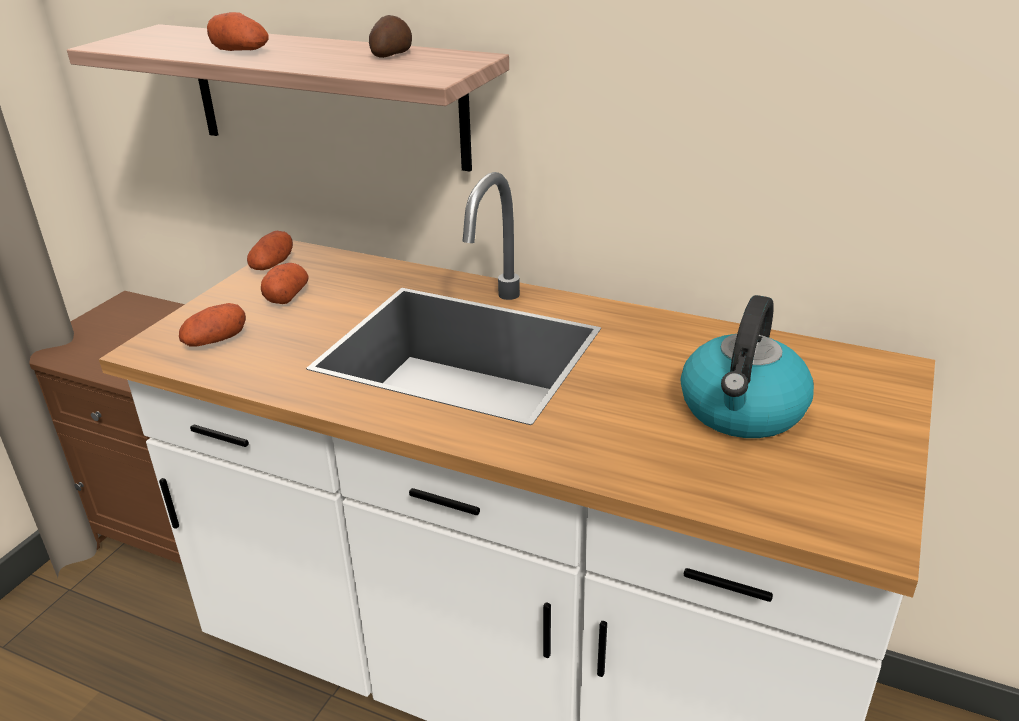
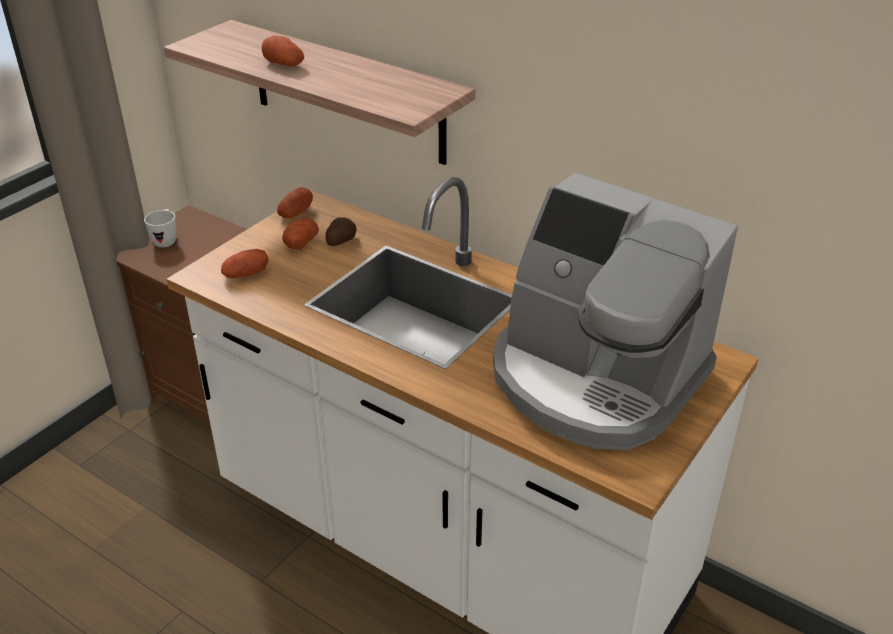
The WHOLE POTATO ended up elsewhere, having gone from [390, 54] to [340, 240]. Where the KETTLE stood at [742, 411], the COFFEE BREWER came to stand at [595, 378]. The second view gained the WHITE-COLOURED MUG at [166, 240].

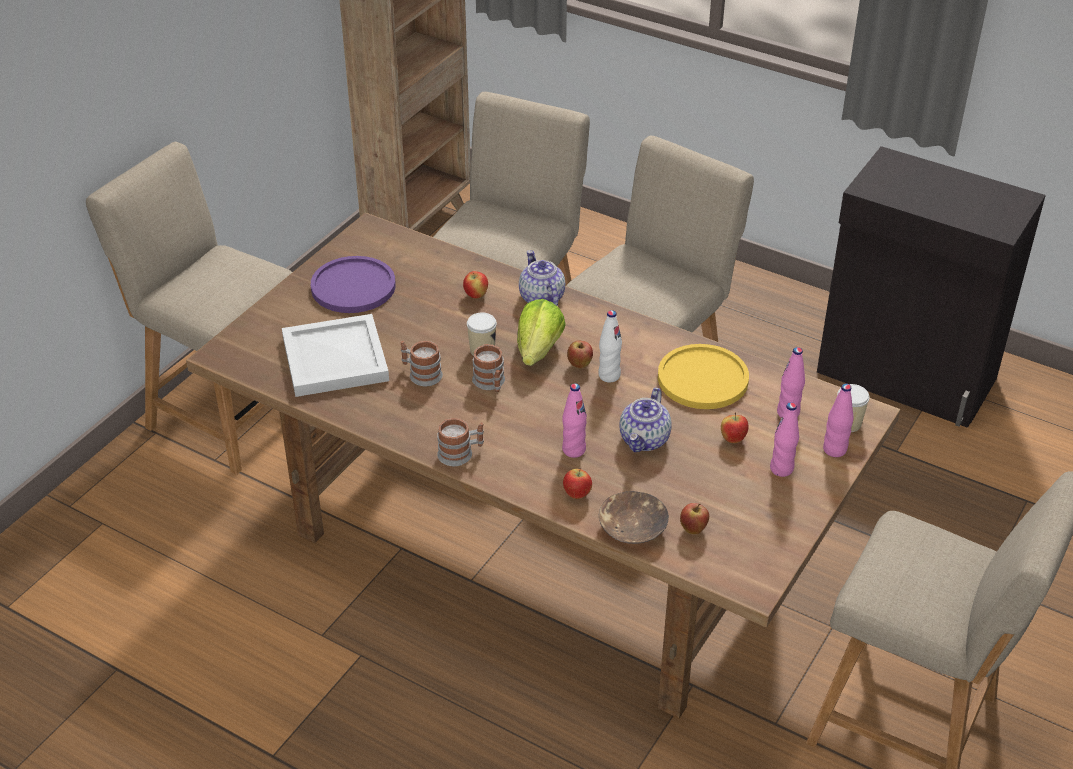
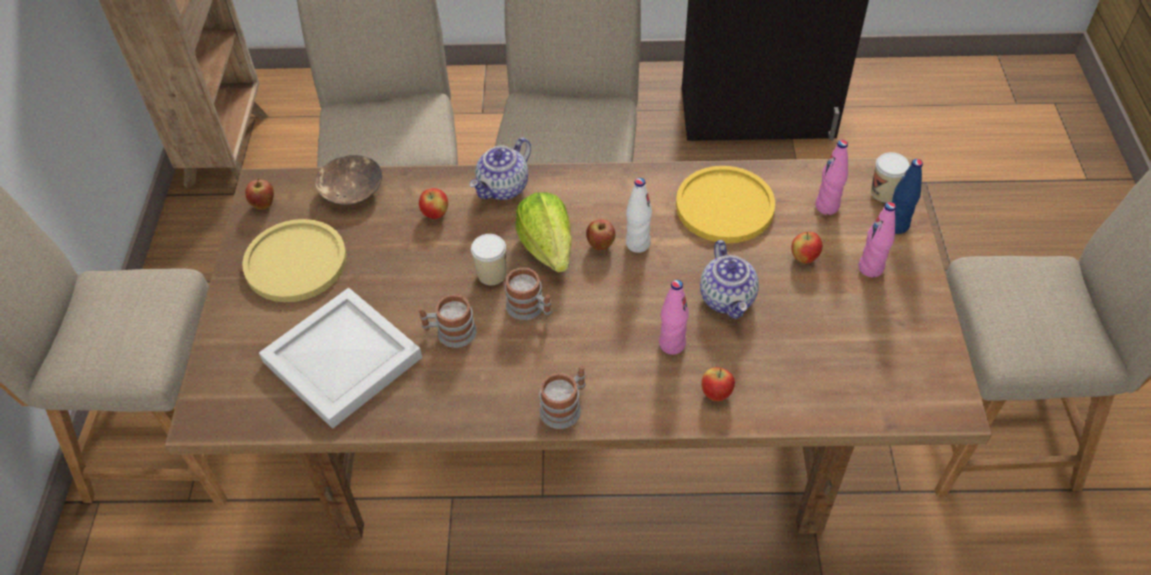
What was the PURPLE DINNER PLATE at [353, 287] turned into the YELLOW-COLOURED DINNER PLATE at [296, 262]. The POT FOR TEA at [541, 298] ended up facing another way, 90 degrees counterclockwise from before. The BROWNISH DEEP DISH ended up elsewhere, having gone from [632, 527] to [351, 189]. The WHOLE APPLE ended up elsewhere, having gone from [693, 529] to [264, 205]. What was the PINK DRINK BOTTLE at [834, 450] turned into the BLUE-COLOURED DRINK BOTTLE at [896, 225].

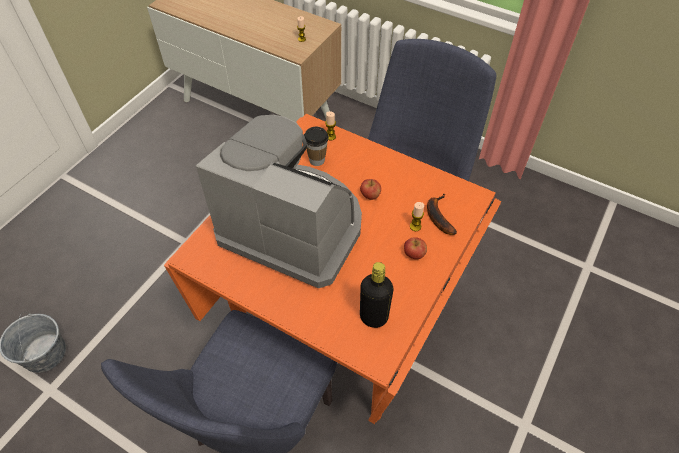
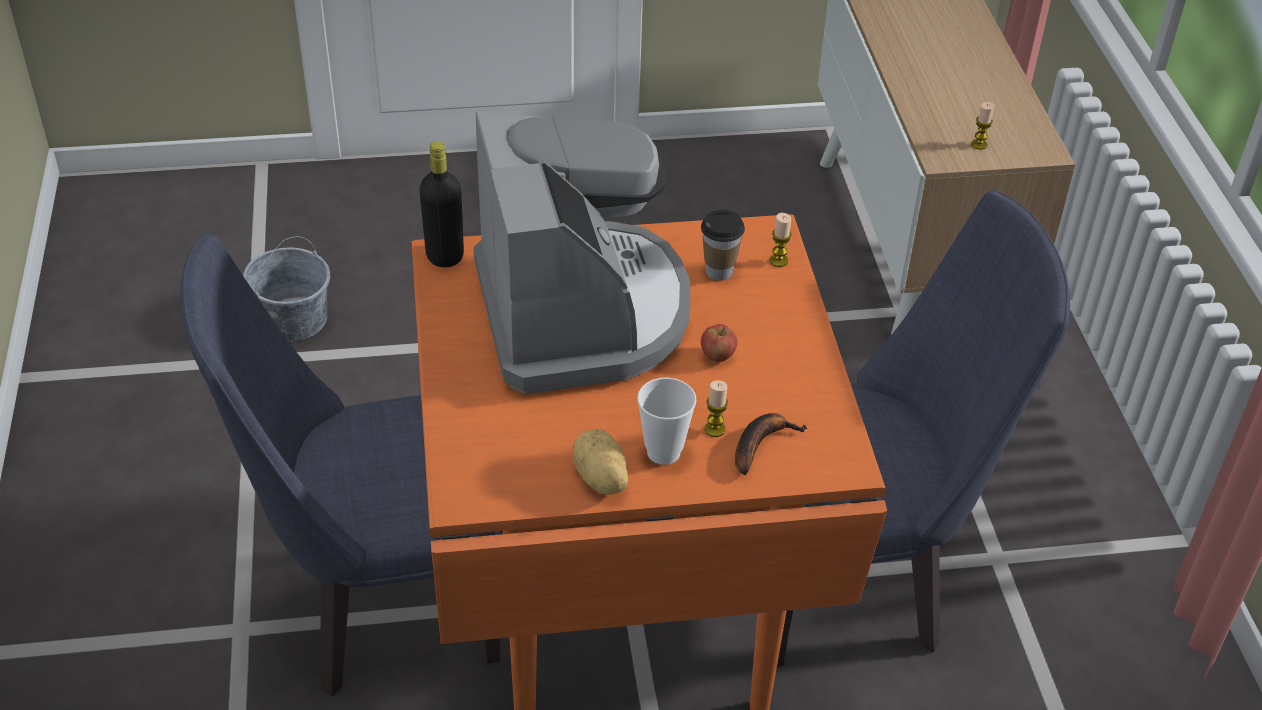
The BLACK-COLOURED DRINK BOTTLE ended up elsewhere, having gone from [373, 317] to [445, 256]. Where the WHOLE APPLE stood at [414, 254], the CUP came to stand at [663, 452]. The second view gained the WHOLE POTATO at [600, 479].

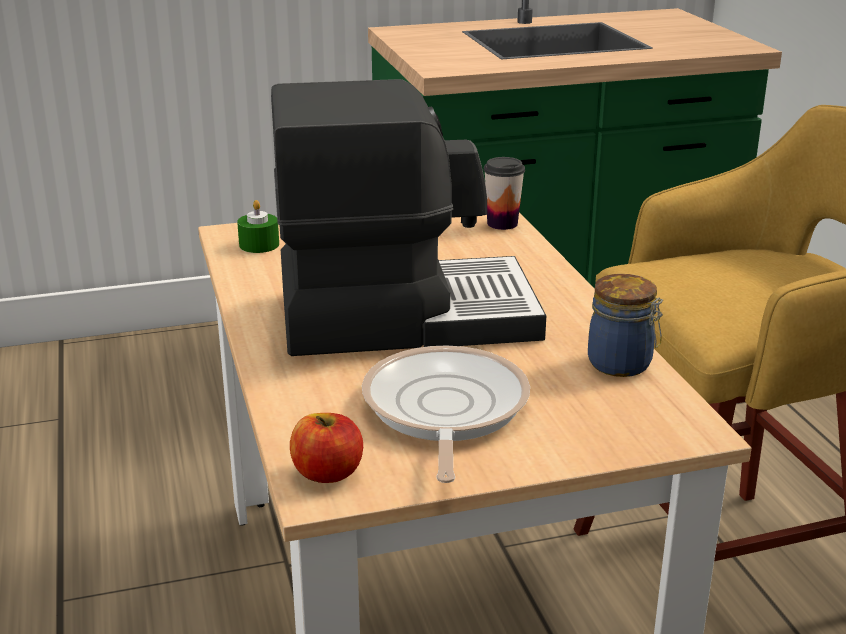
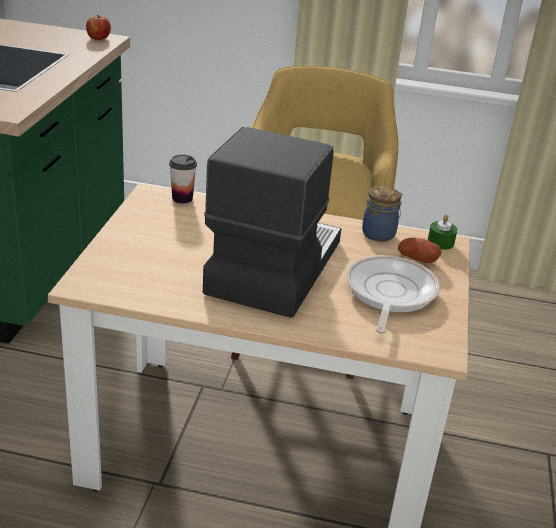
The GREENISH WAX CANDLE ended up elsewhere, having gone from [259, 245] to [440, 242]. The WHOLE APPLE ended up elsewhere, having gone from [327, 473] to [98, 38]. The FRYING PAN at [443, 410] ended up facing another way, 75 degrees clockwise from before. The second view gained the WHOLE POTATO at [417, 259].

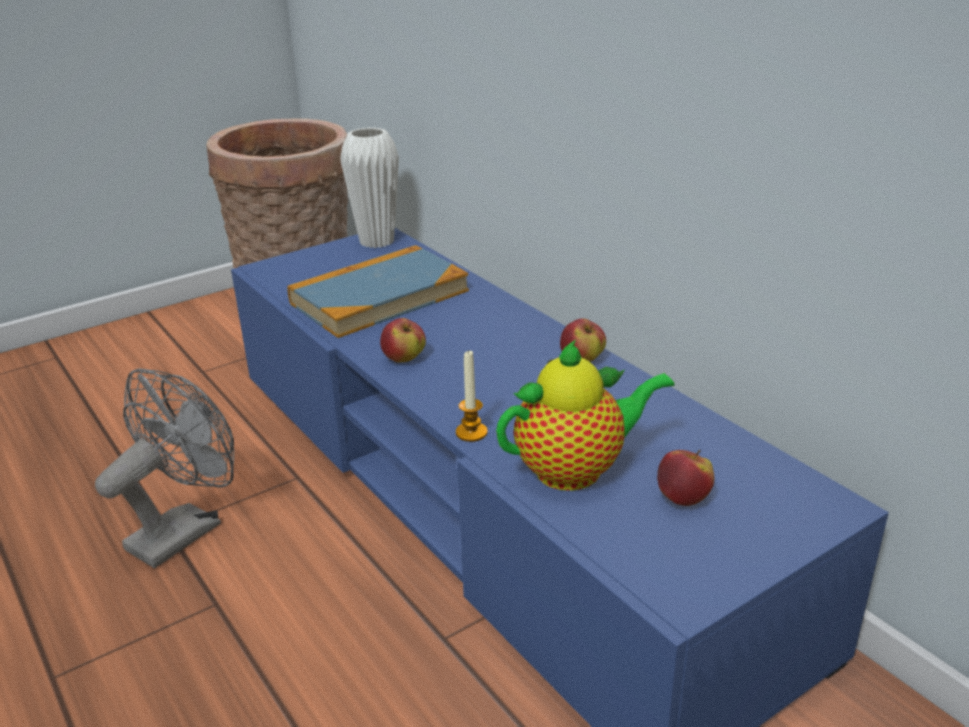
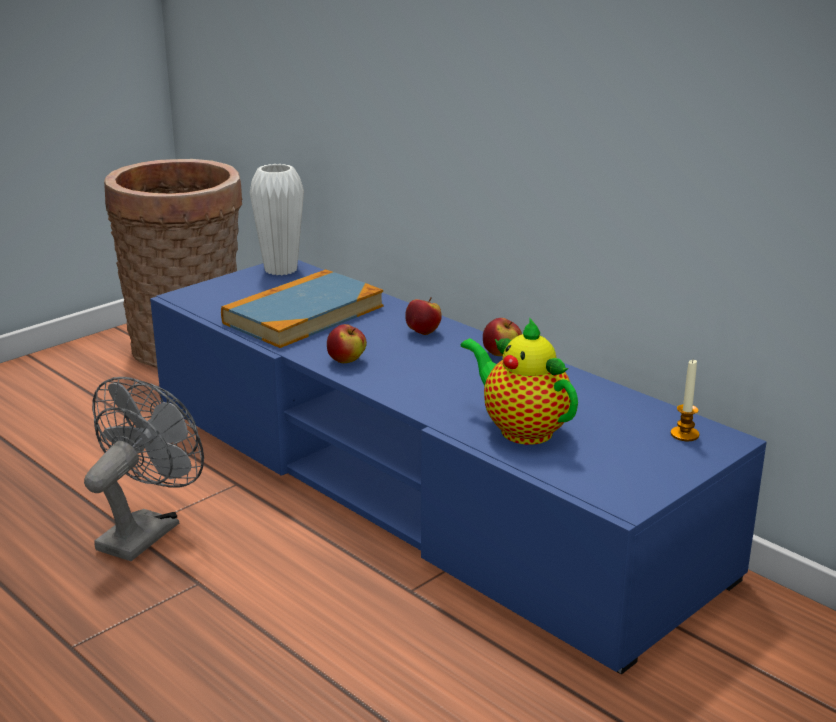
The WAX CANDLE ended up elsewhere, having gone from [471, 432] to [684, 434]. The POT FOR TEA at [576, 470] ended up facing another way, 105 degrees counterclockwise from before. The WHOLE APPLE ended up elsewhere, having gone from [683, 498] to [423, 332].

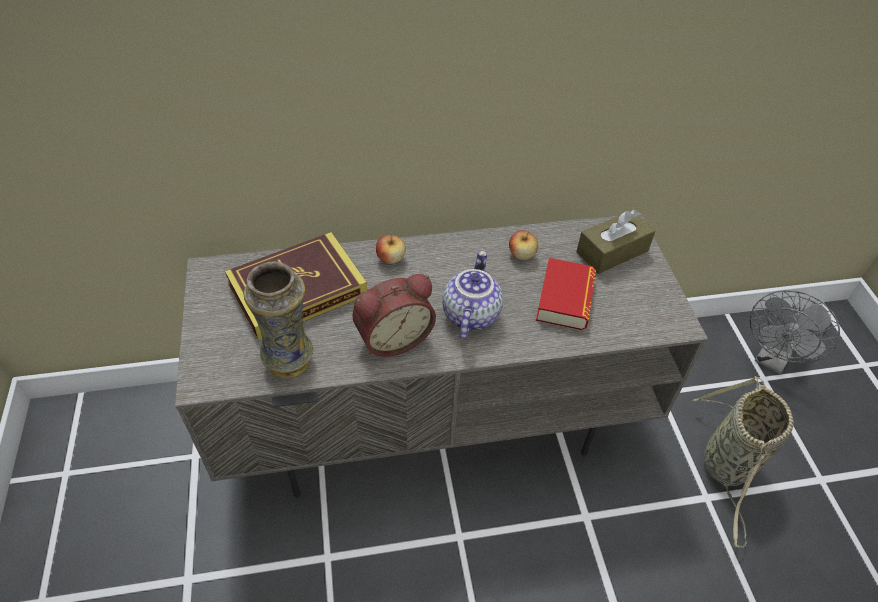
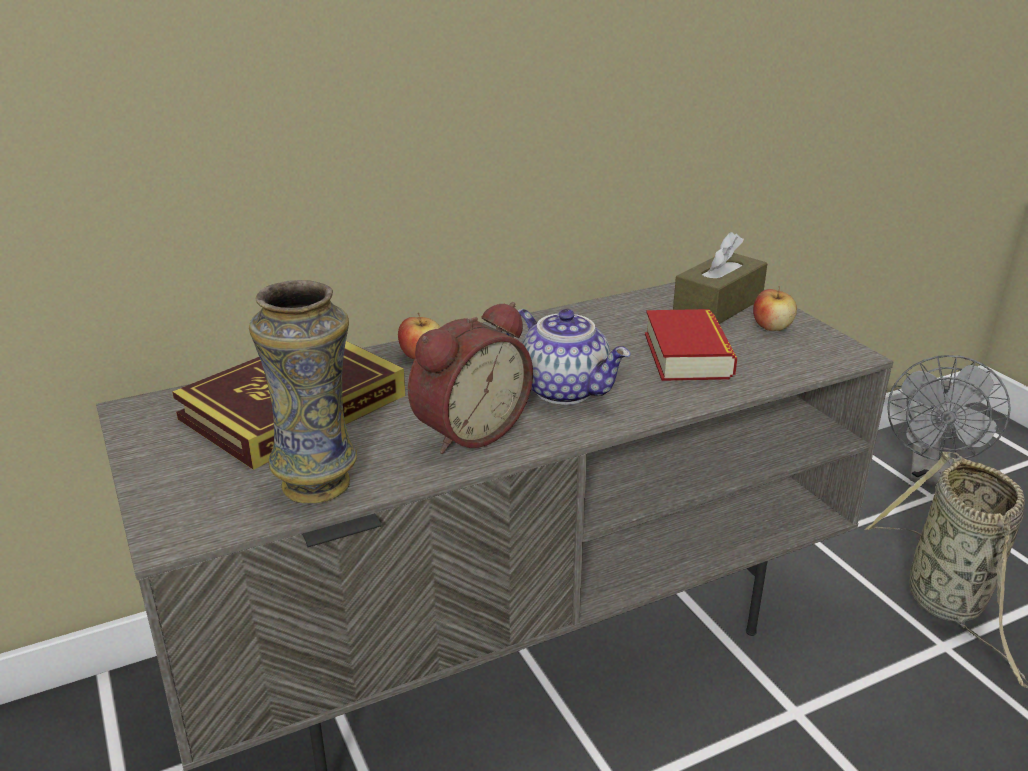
The POT FOR TEA at [469, 314] ended up facing another way, 135 degrees clockwise from before. The WHOLE APPLE ended up elsewhere, having gone from [521, 255] to [772, 327].

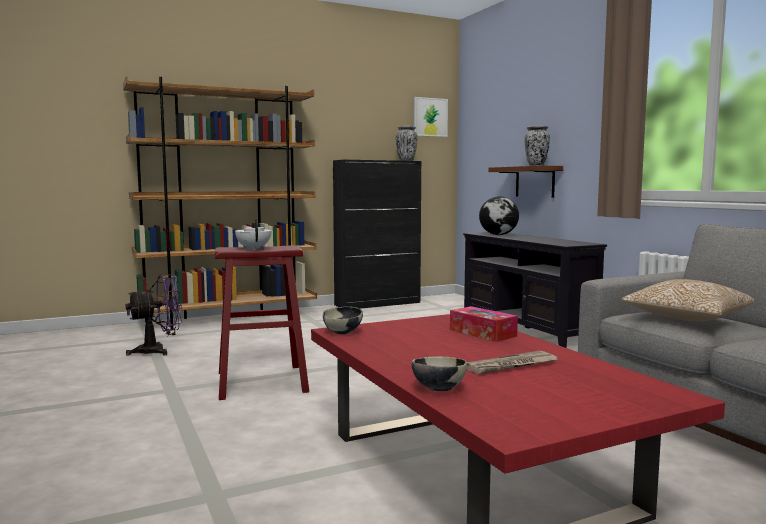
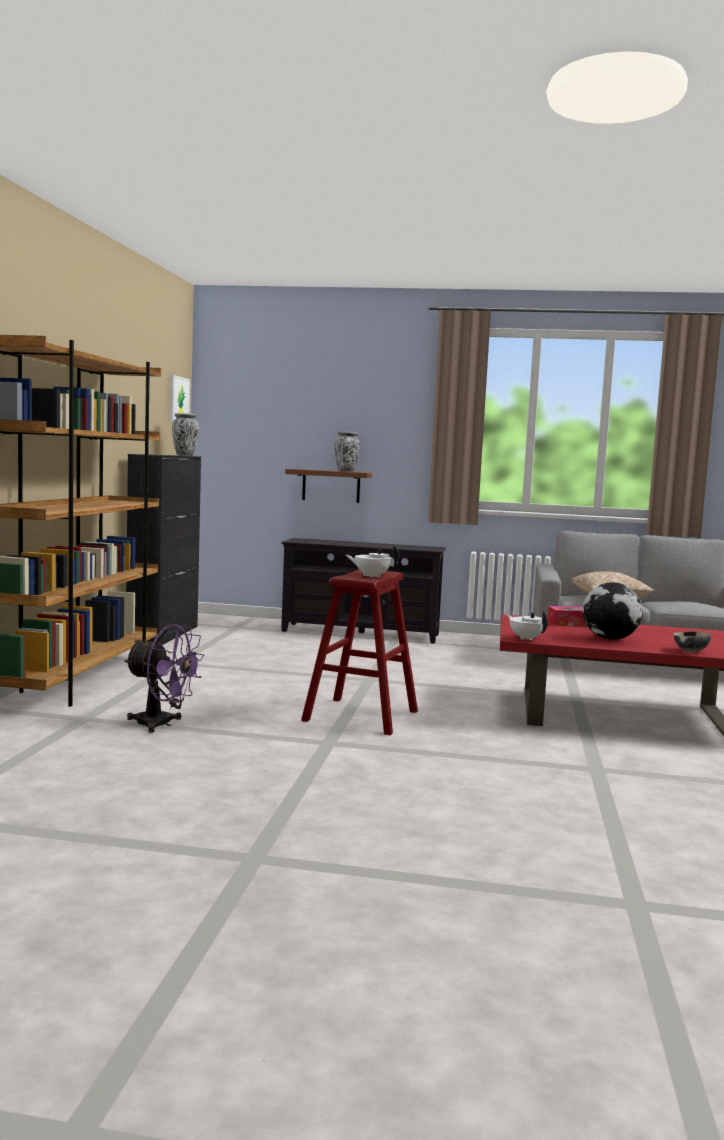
The PURPLE FAN at [158, 351] ended up facing another way, 105 degrees clockwise from before. Where the DEEP DISH stood at [343, 332], the WHITE-COLOURED POT FOR TEA came to stand at [526, 638]. The second view lost the PRINTED PAPER at [511, 365]. The WORLD GLOBE ended up elsewhere, having gone from [499, 235] to [610, 639].

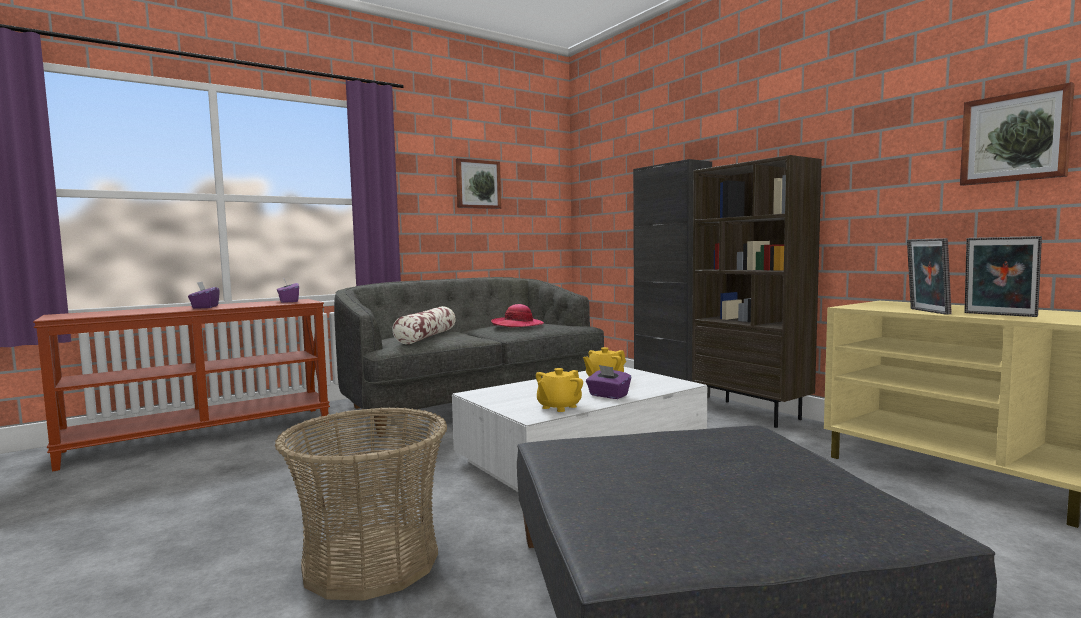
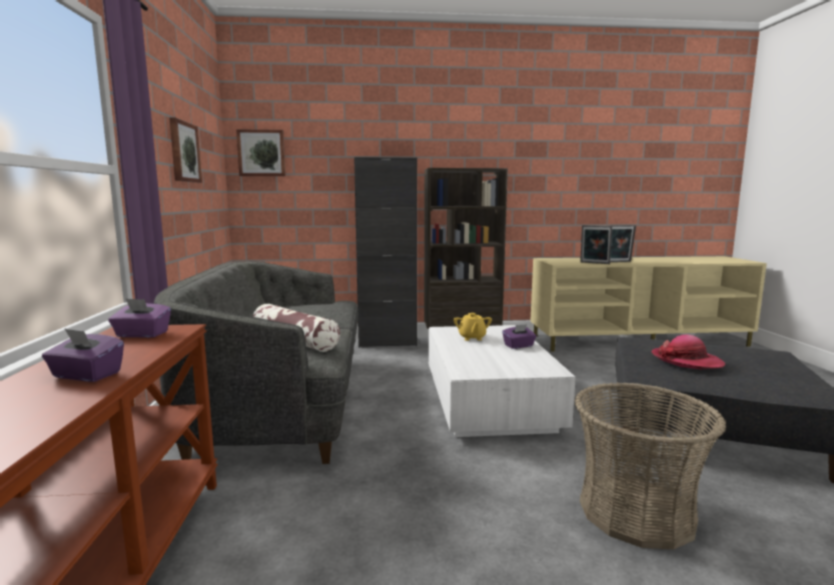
The WEARABLE HAT ended up elsewhere, having gone from [517, 325] to [686, 361]. The second view lost the YELLOW-COLOURED POT FOR TEA at [559, 407]. The WALL PICTURE ended up elsewhere, having gone from [1015, 137] to [261, 153].

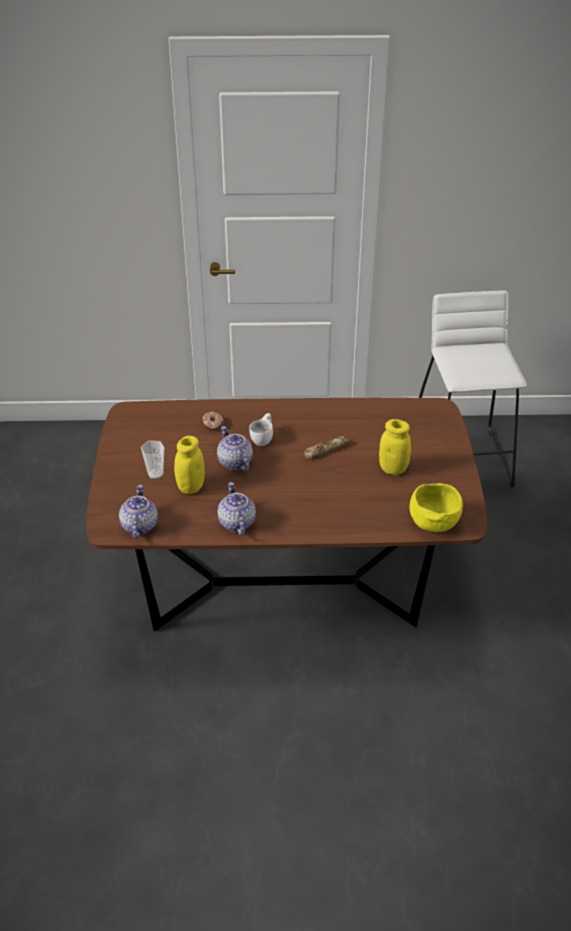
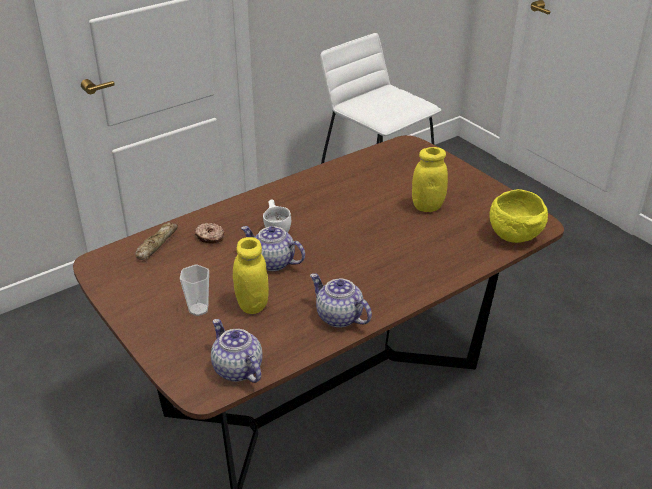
The BAKERY BREAD ended up elsewhere, having gone from [326, 450] to [156, 244].

